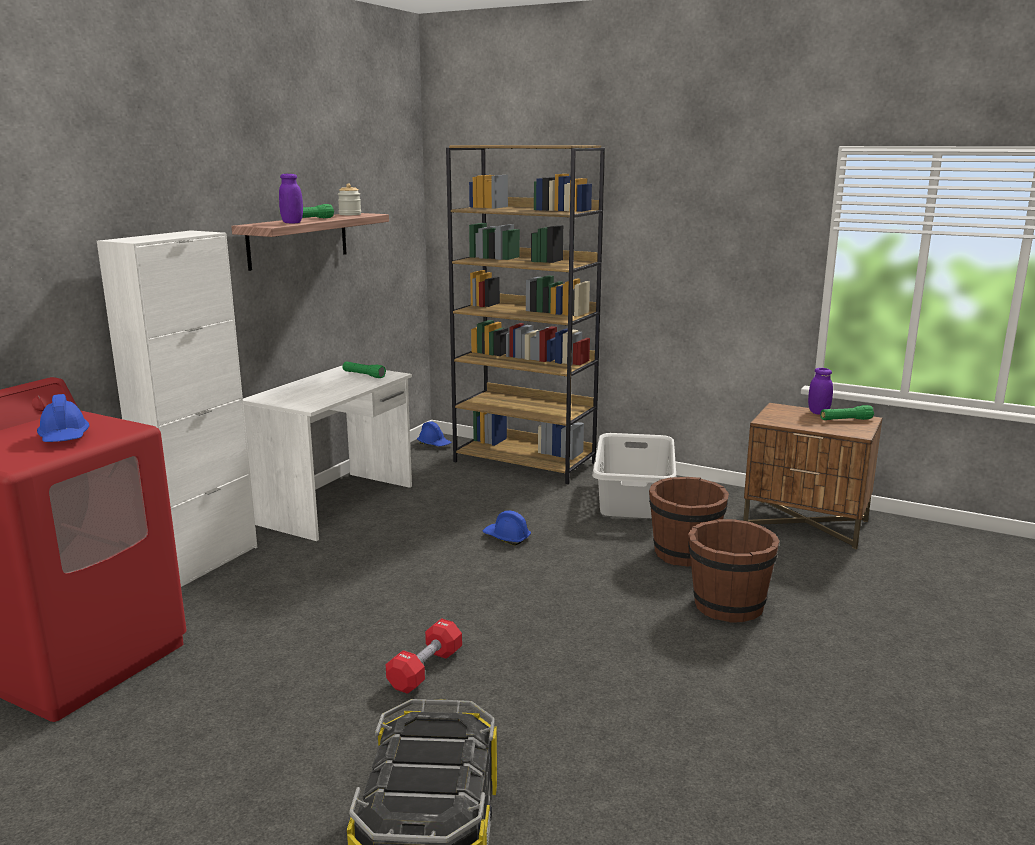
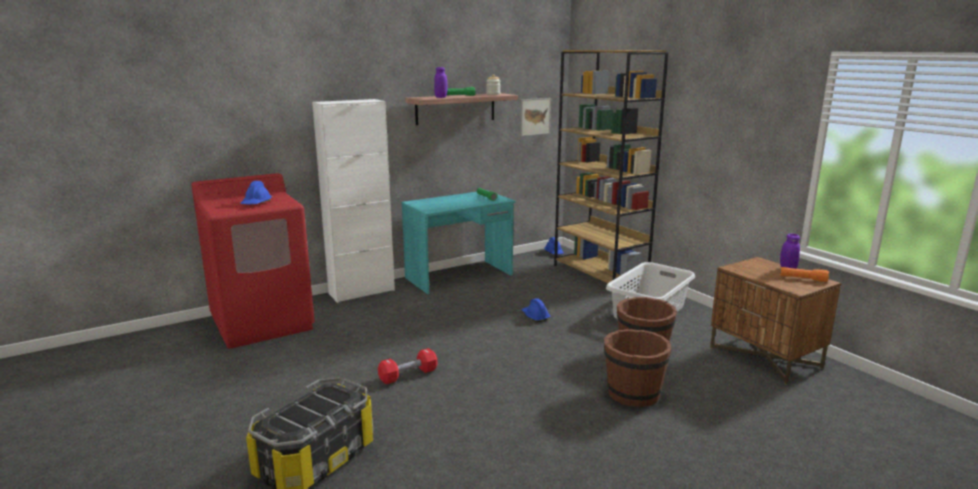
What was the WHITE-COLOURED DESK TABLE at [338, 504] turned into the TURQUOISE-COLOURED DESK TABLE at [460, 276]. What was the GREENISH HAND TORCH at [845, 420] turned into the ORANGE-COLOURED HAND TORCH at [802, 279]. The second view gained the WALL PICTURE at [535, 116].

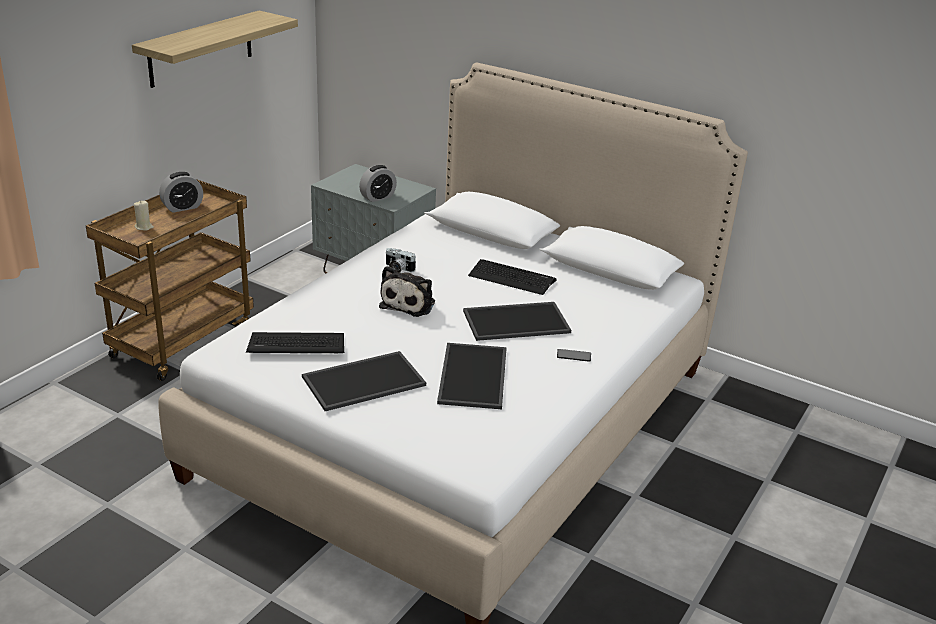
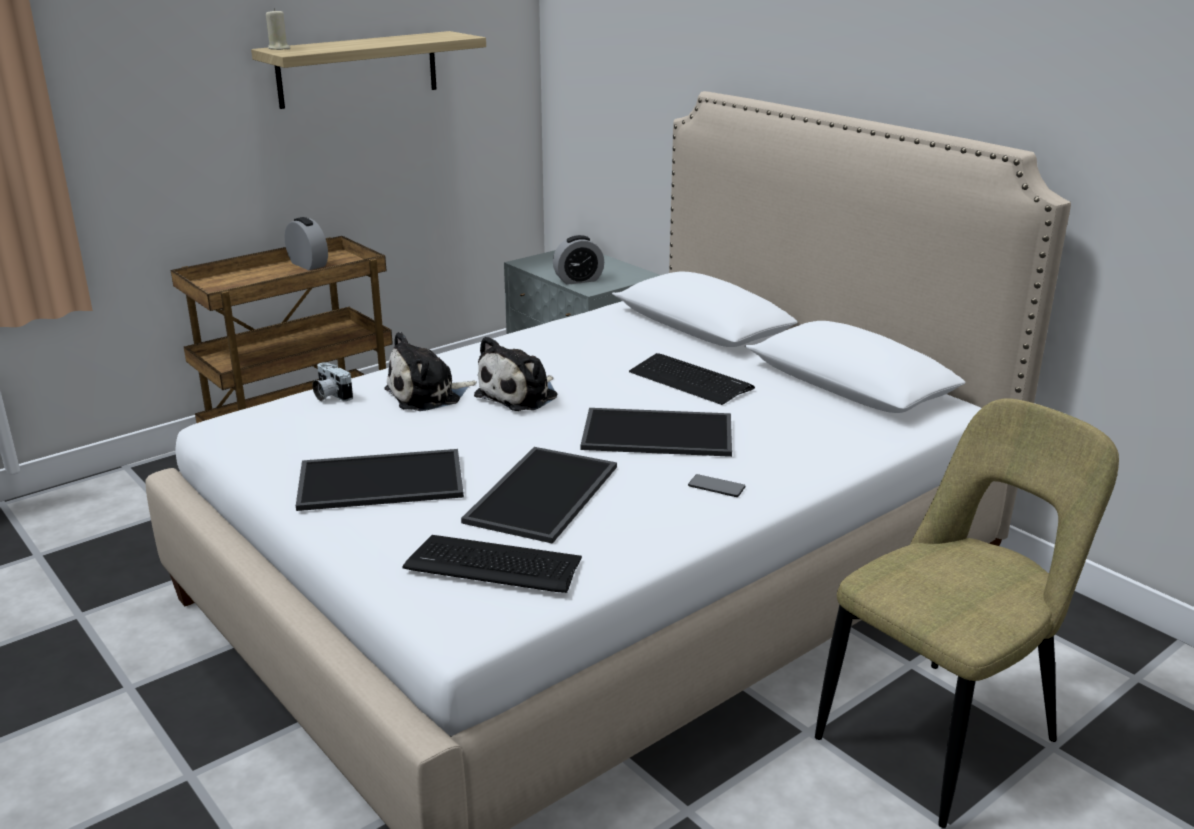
The BEIGE-COLOURED WAX CANDLE ended up elsewhere, having gone from [144, 227] to [279, 48]. The BEDSIDE CLOCK at [182, 207] ended up facing another way, 120 degrees counterclockwise from before. The PC KEYBOARD ended up elsewhere, having gone from [296, 344] to [494, 566]. The PHOTO CAMERA ended up elsewhere, having gone from [398, 269] to [330, 395]. The second view gained the SOFT TOY at [428, 395]. The second view gained the BEIGE-COLOURED CHAIR at [944, 735].

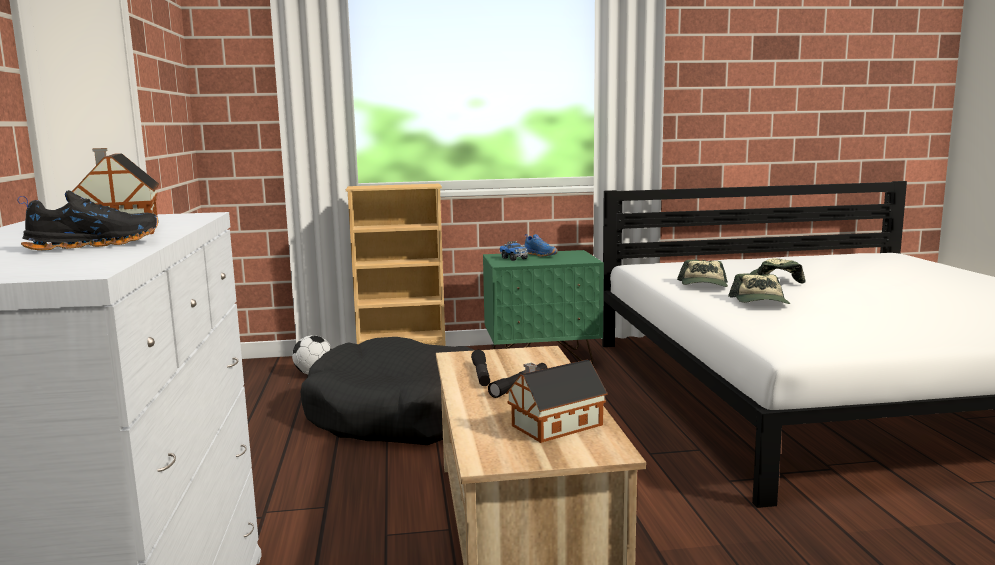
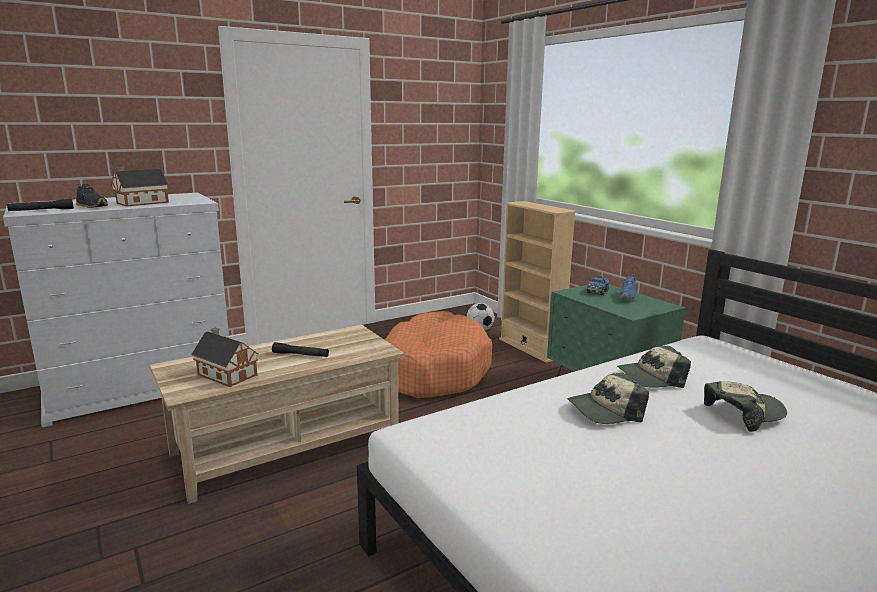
What was the BLACK-COLOURED DOG BED at [398, 415] turned into the ORANGE-COLOURED DOG BED at [433, 370]. The BLACK-COLOURED HAND TORCH ended up elsewhere, having gone from [481, 375] to [42, 210].

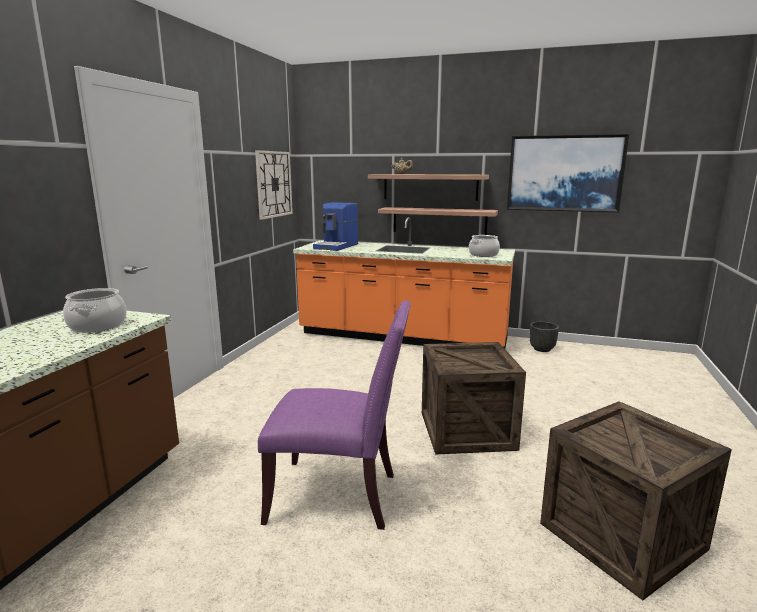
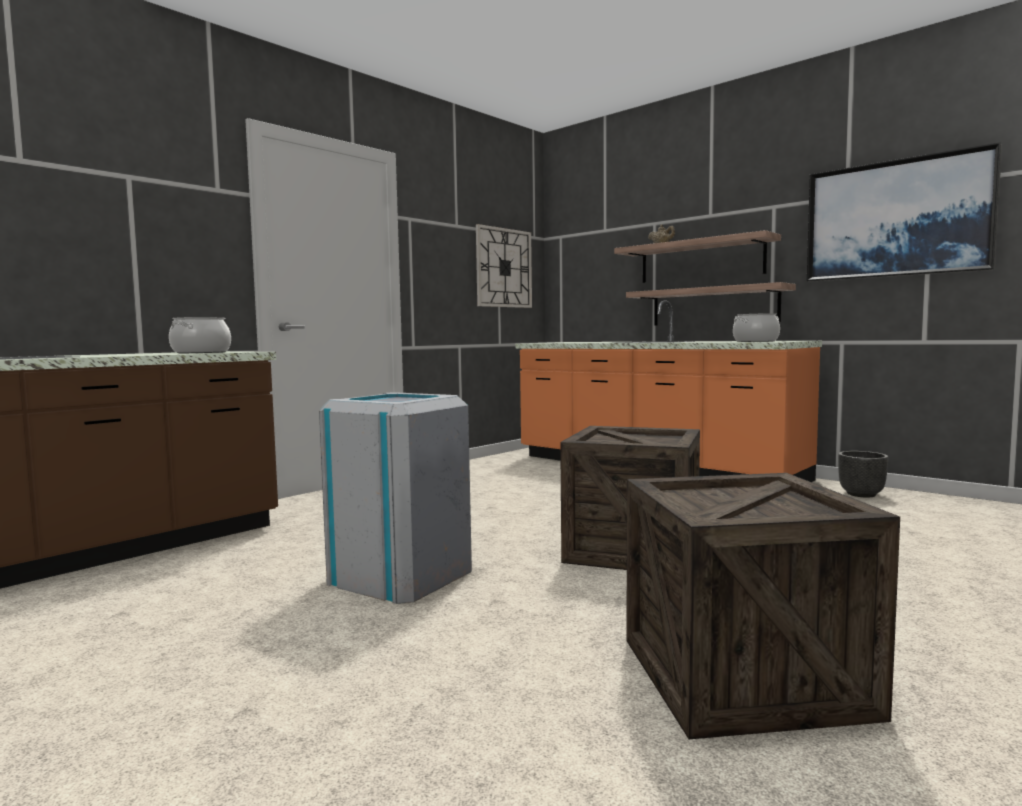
Where the PURPLE CHAIR stood at [339, 496], the GREYISH WASTE BIN came to stand at [400, 575]. The second view lost the COFFEE BREWER at [337, 246].

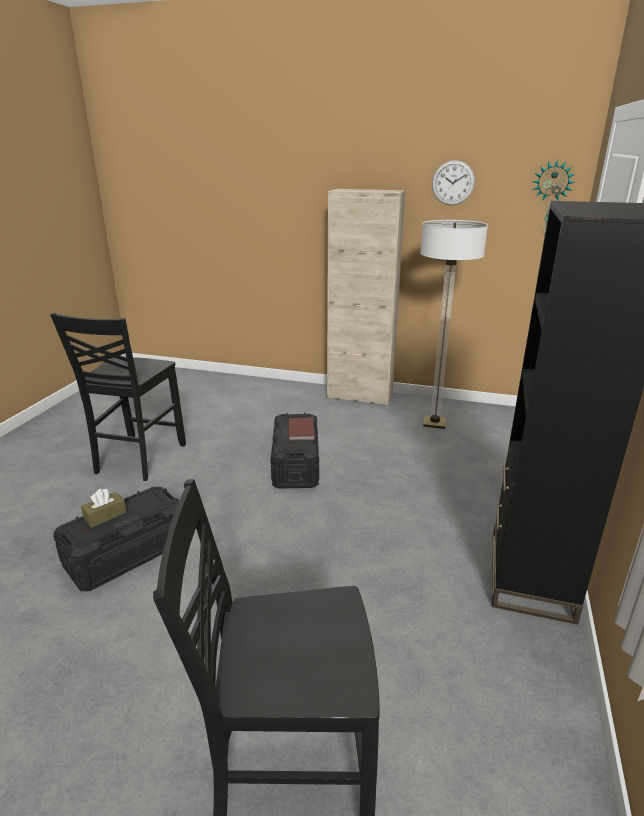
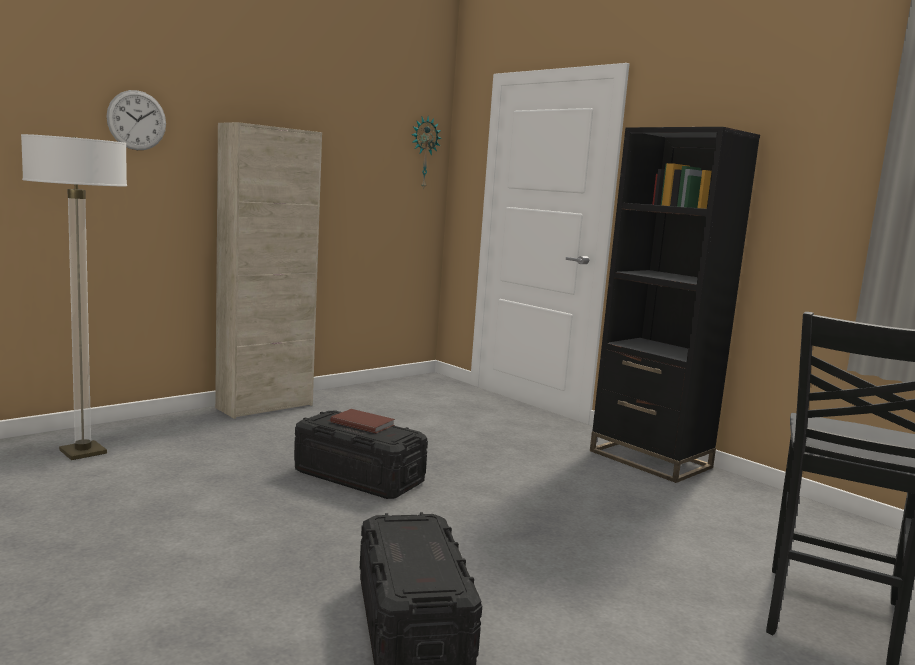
The second view lost the BLACK-COLOURED CHAIR at [138, 459]. The second view lost the BROWNISH TISSUE HOLDER at [105, 515]. The FLOOR LAMP ended up elsewhere, having gone from [434, 423] to [83, 452]. The HANGING CLOCK ended up elsewhere, having gone from [453, 183] to [136, 120].

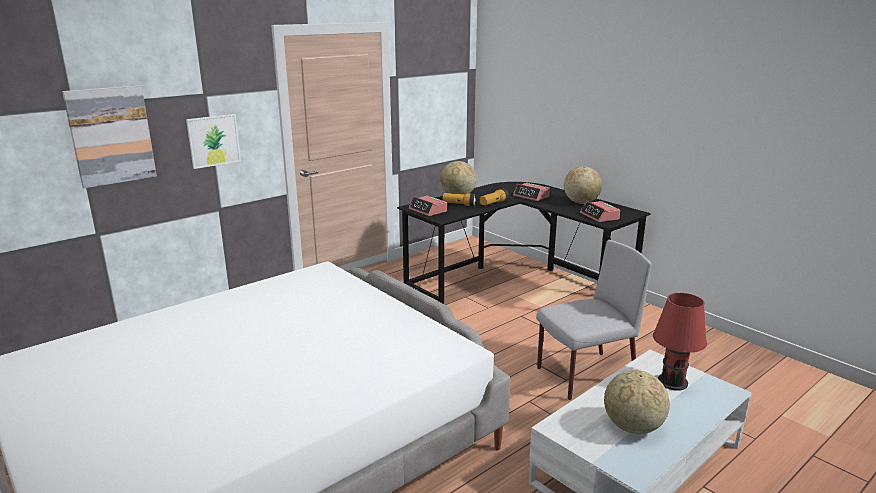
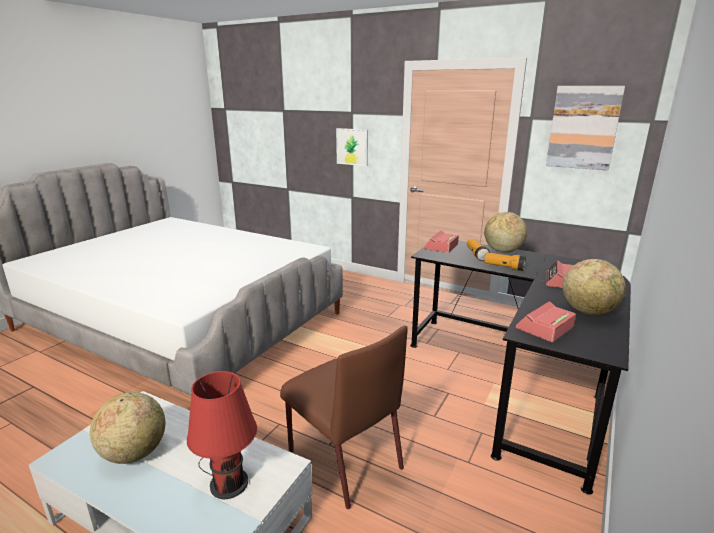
The WALL PICTURE ended up elsewhere, having gone from [111, 135] to [583, 127]. What was the GREYISH CHAIR at [584, 376] turned into the BROWNISH CHAIR at [343, 458].

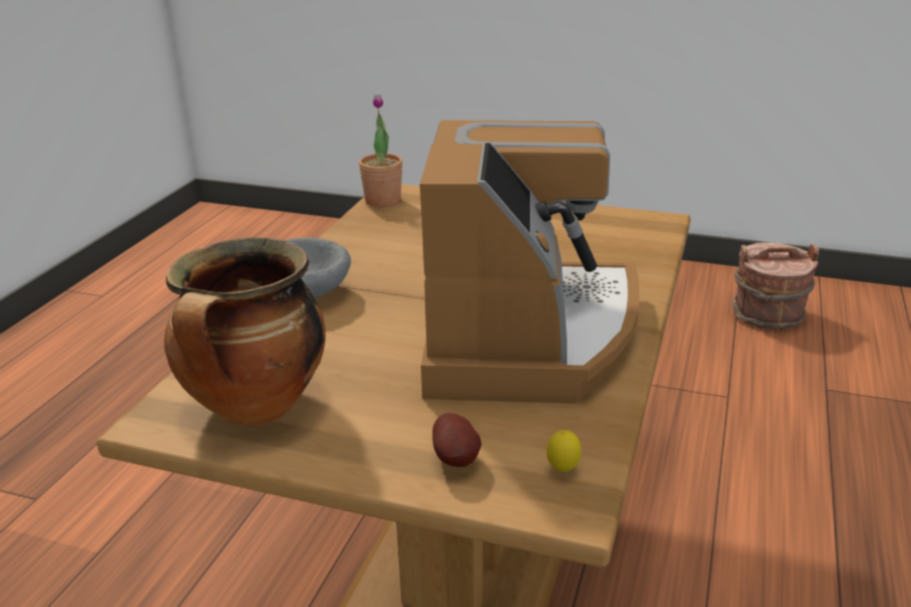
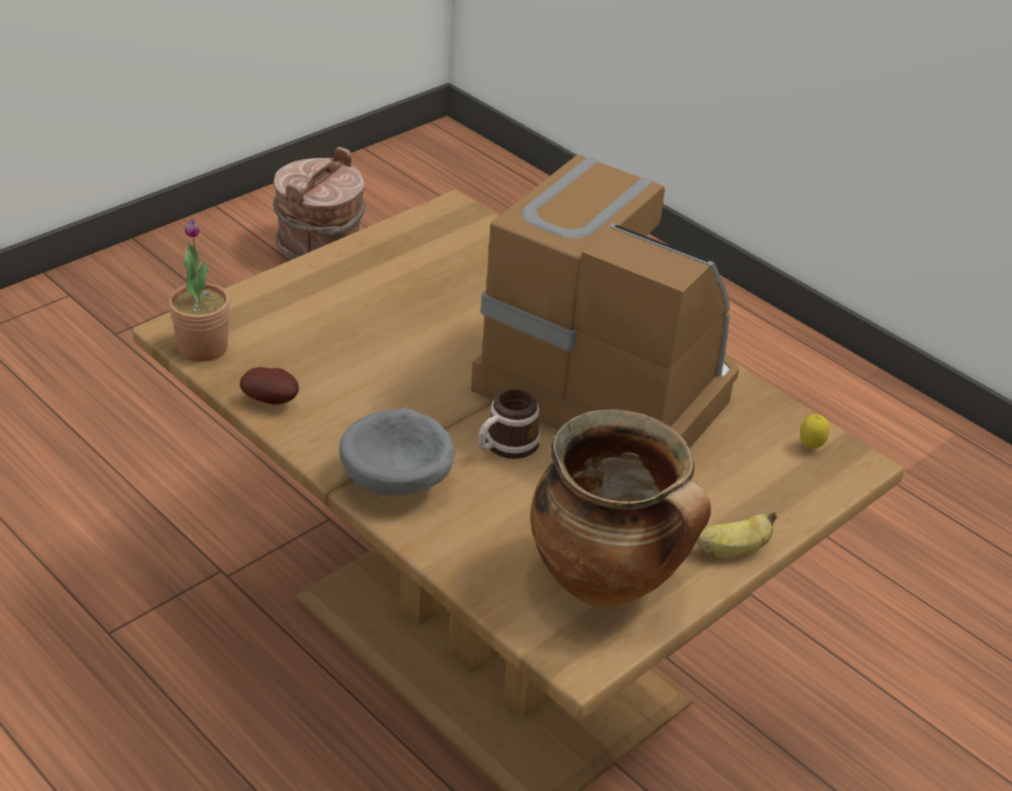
The WHOLE POTATO ended up elsewhere, having gone from [457, 459] to [272, 400]. The second view gained the MUG at [505, 446]. The second view gained the BANANA FRUIT at [731, 550].

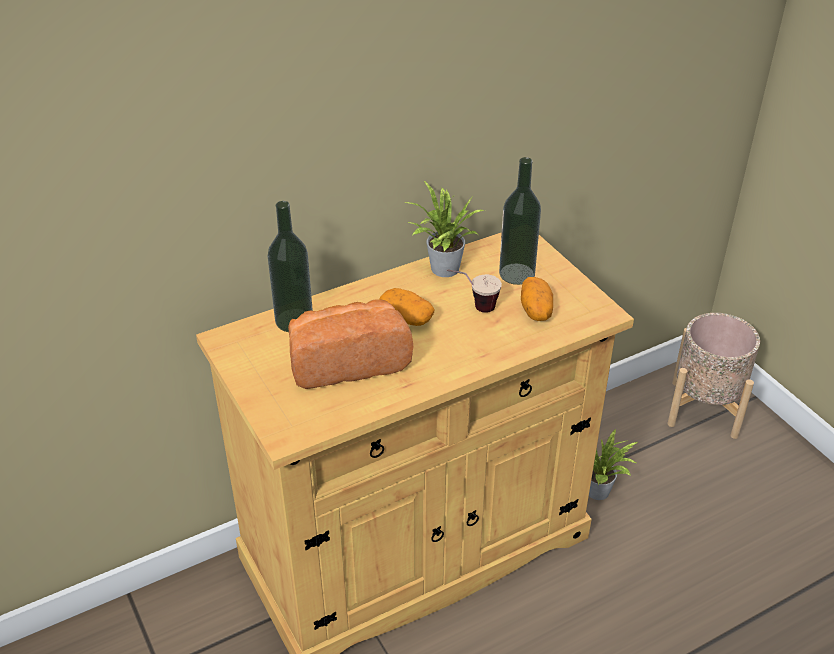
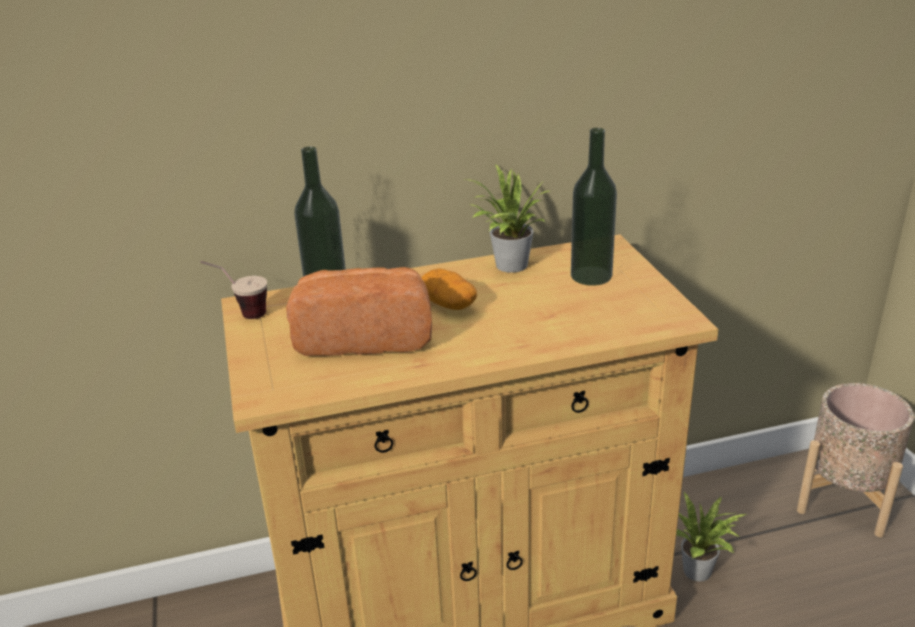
The CUP ended up elsewhere, having gone from [472, 307] to [240, 313]. The second view lost the WHOLE POTATO at [536, 310].

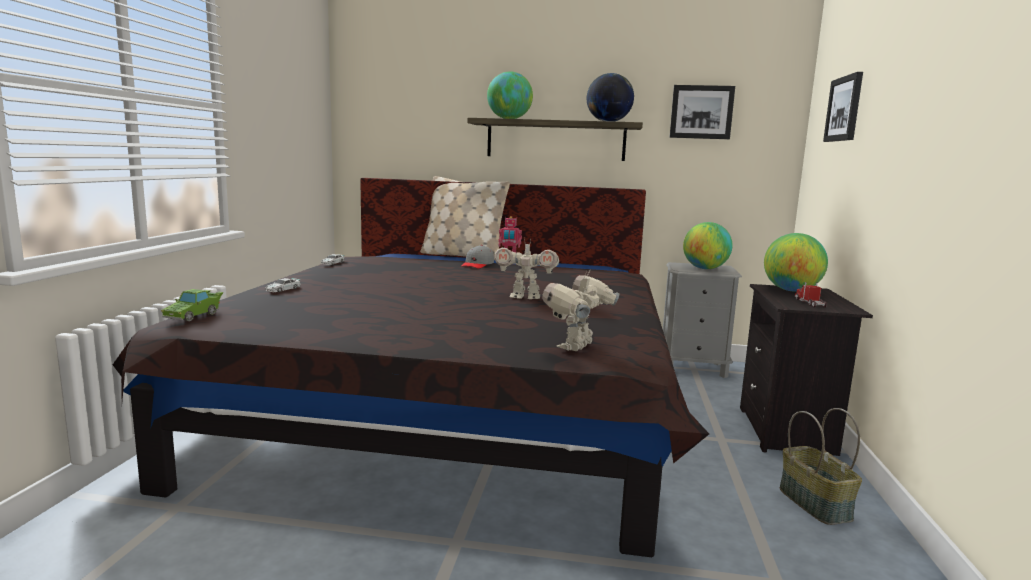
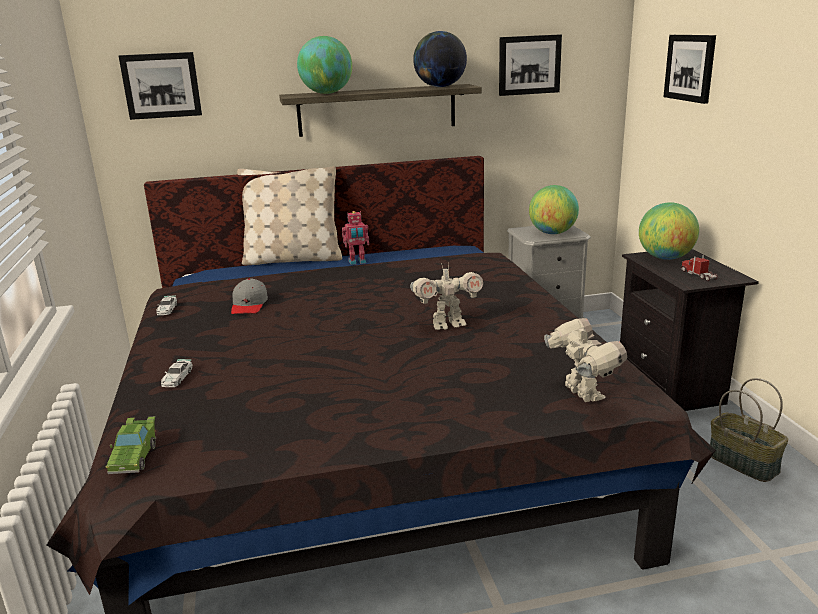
The GREYISH BASEBALL CAP ended up elsewhere, having gone from [477, 265] to [249, 305]. The MODEL ROBOT at [578, 347] ended up facing another way, 150 degrees clockwise from before. The second view gained the WALL PICTURE at [161, 85].

